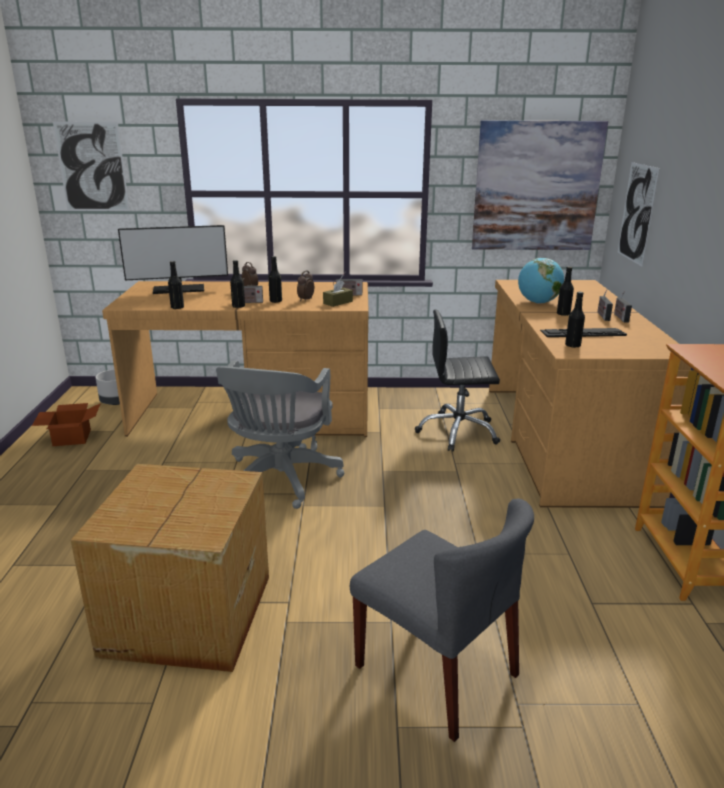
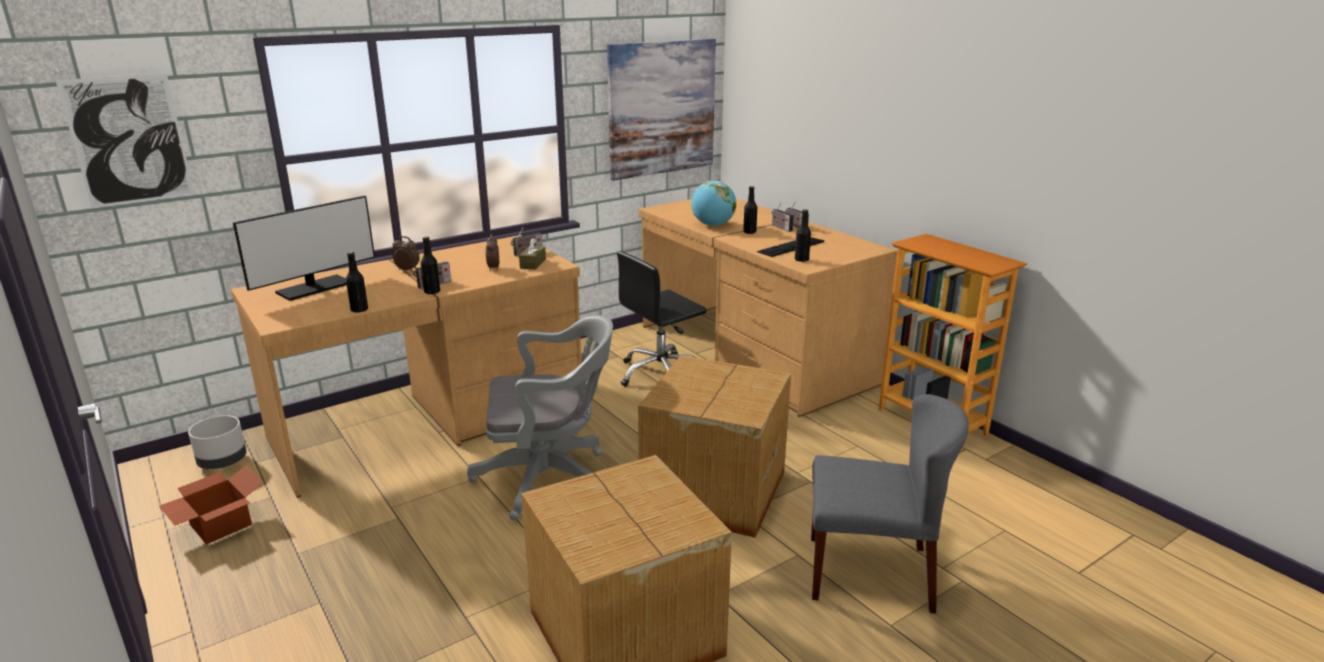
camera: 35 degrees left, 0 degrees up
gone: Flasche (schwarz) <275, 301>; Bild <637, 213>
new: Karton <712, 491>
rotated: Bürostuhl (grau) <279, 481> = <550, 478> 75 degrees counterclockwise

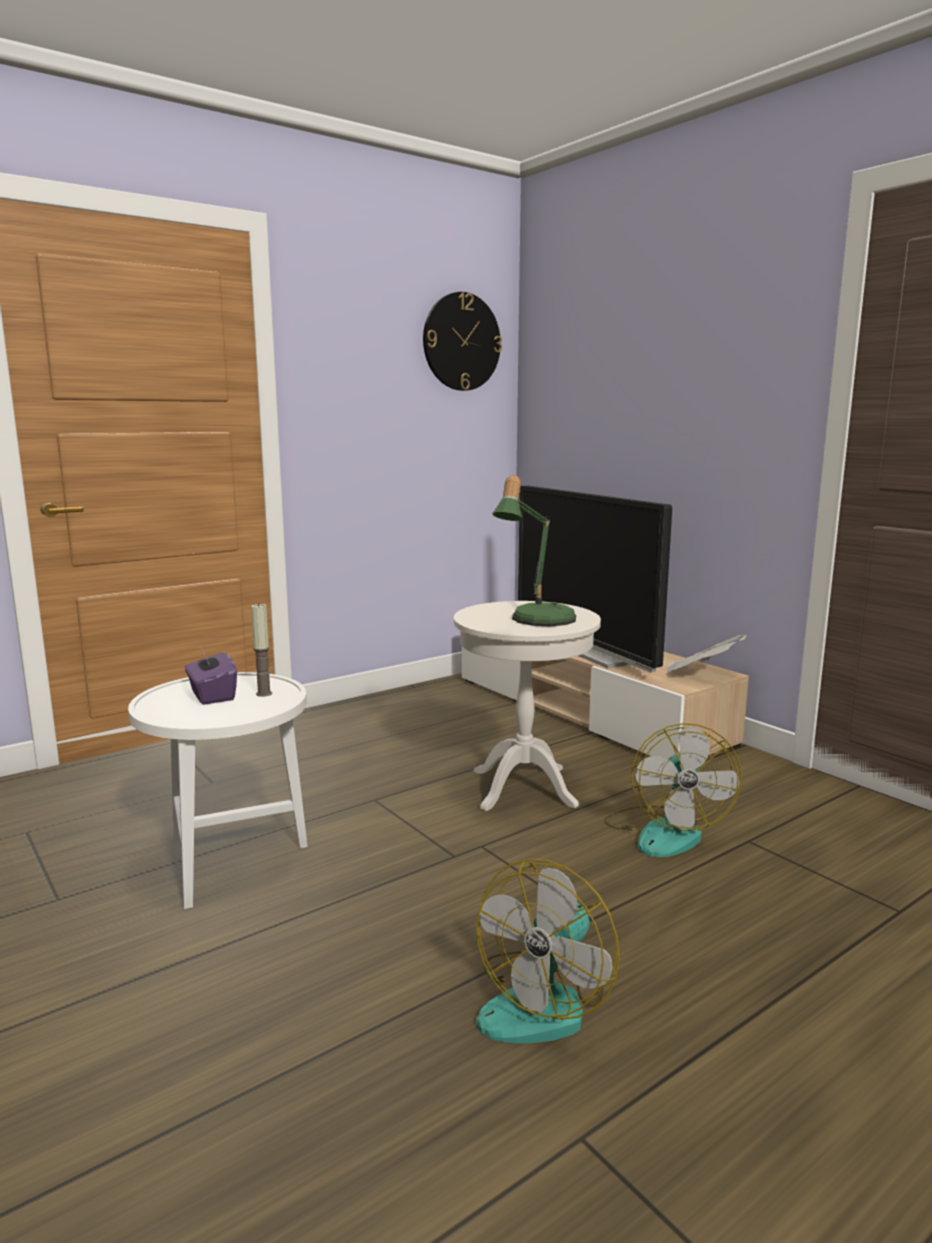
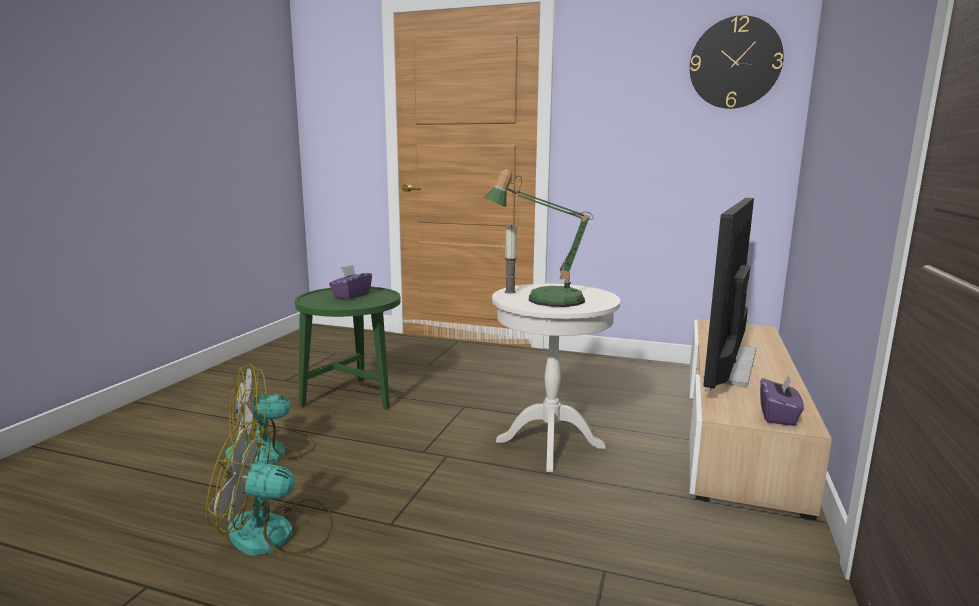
camera: 55 degrees right, 0 degrees up
shifted: Kerze <264, 694> to <510, 292>; Ventilator <665, 831> to <271, 452>
swapped: Zeitung <701, 674> to Taschentuchbox (lila) <778, 416>
repainted: Beistelltisch (weiß) <231, 860> to Beistelltisch (grün) <353, 398>

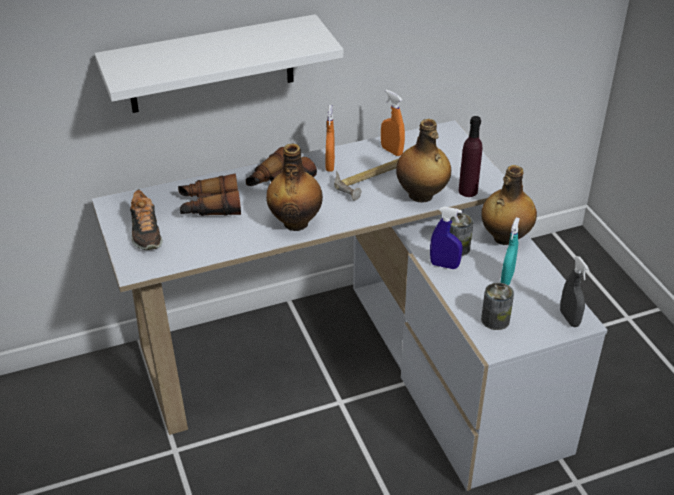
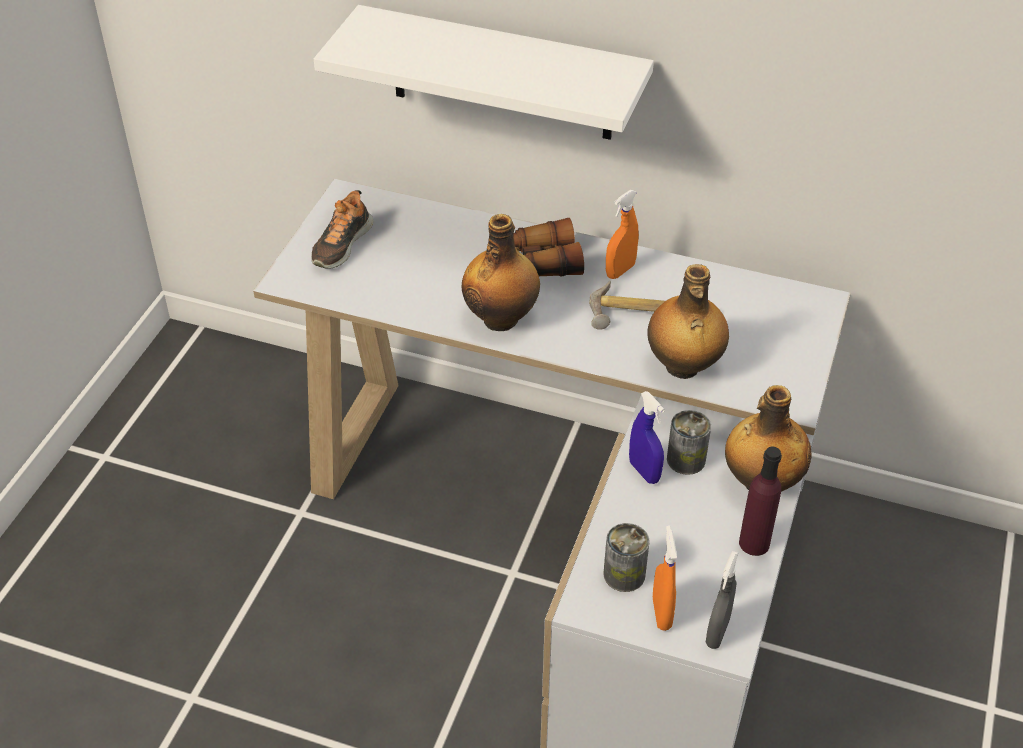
camera: 40 degrees right, 5 degrees up
gone: Fernglas <209, 206>; Sprühflasche (türkis) <507, 278>
shifted: Sprühflasche (orange) <391, 151> to <661, 613>; Flasche (lila) <468, 191> to <754, 543>

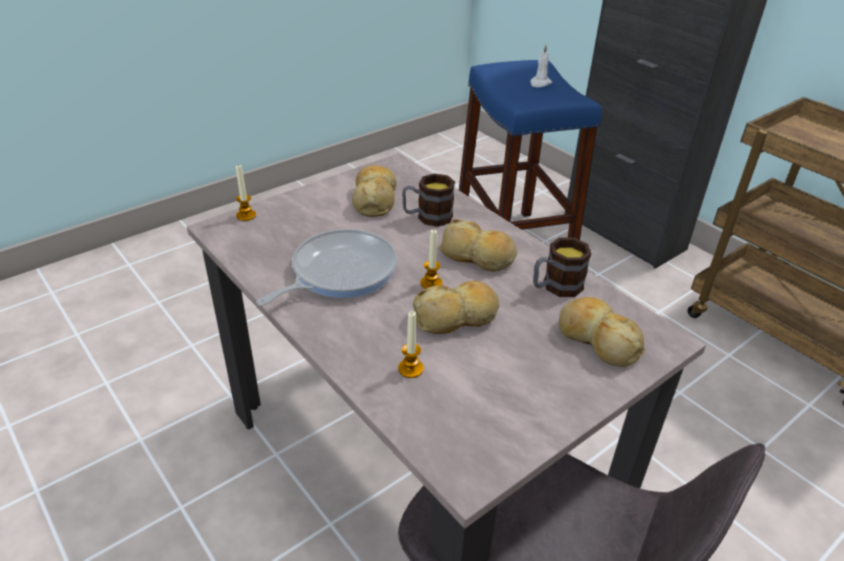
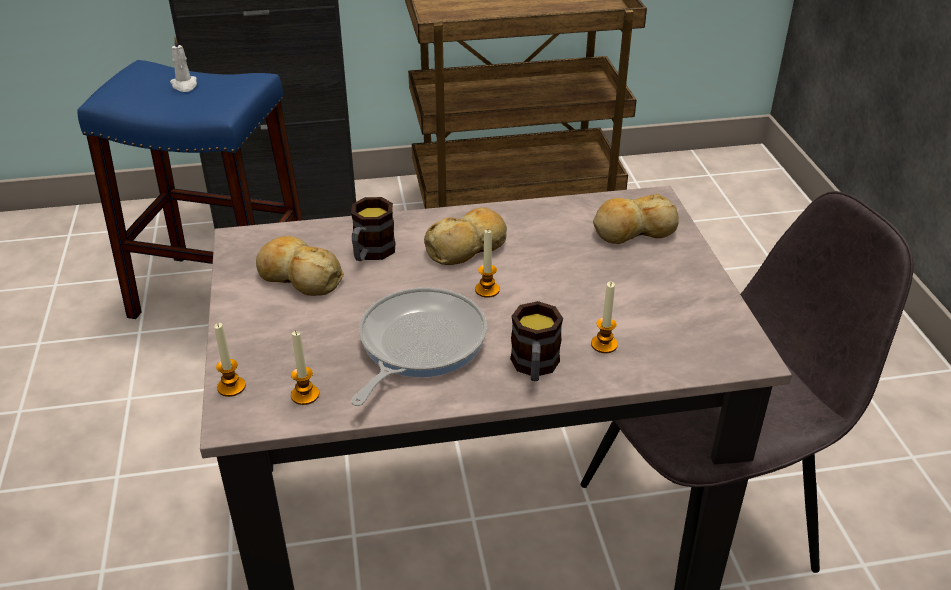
camera: 60 degrees left, 0 degrees up
gone: Brot <456, 317>
new: Kerze <305, 395>
shifted: Henkelbecher <555, 287> to <534, 367>
rotated: Pfanne <339, 272> = <418, 345> 45 degrees clockwise

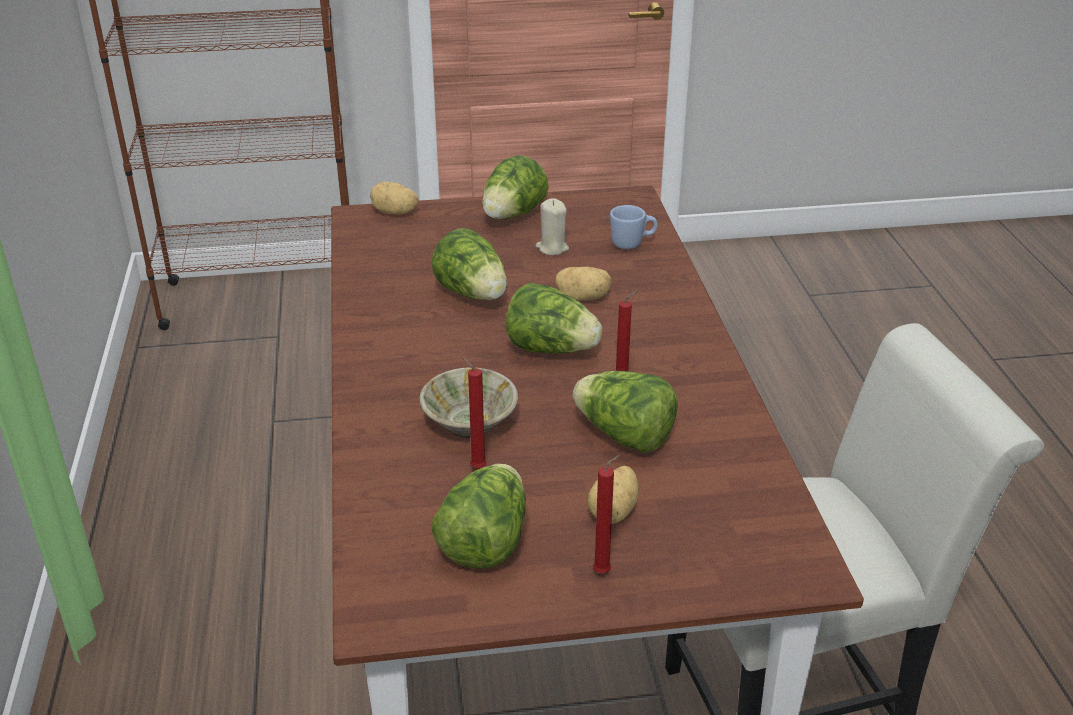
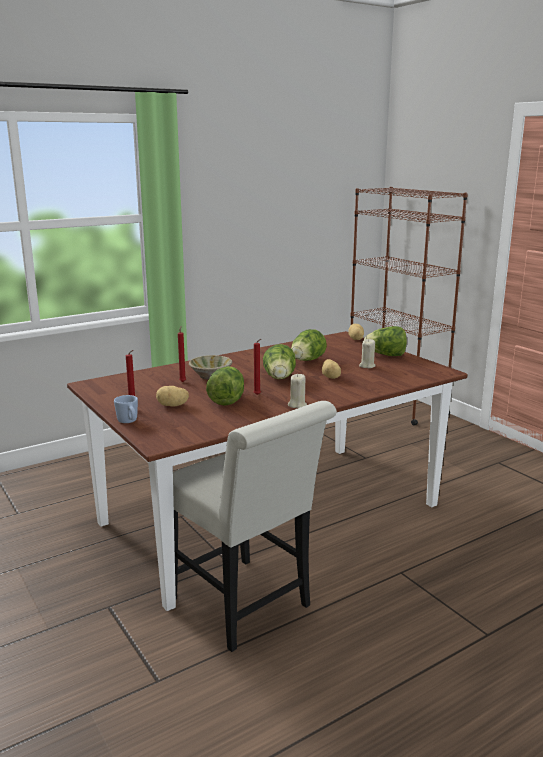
camera: 65 degrees right, 15 degrees down
gone: Salatkopf <485, 542>
new: Kerze (beige) <297, 405>
shifted: Henkelbecher (blau) <632, 243> to <128, 422>

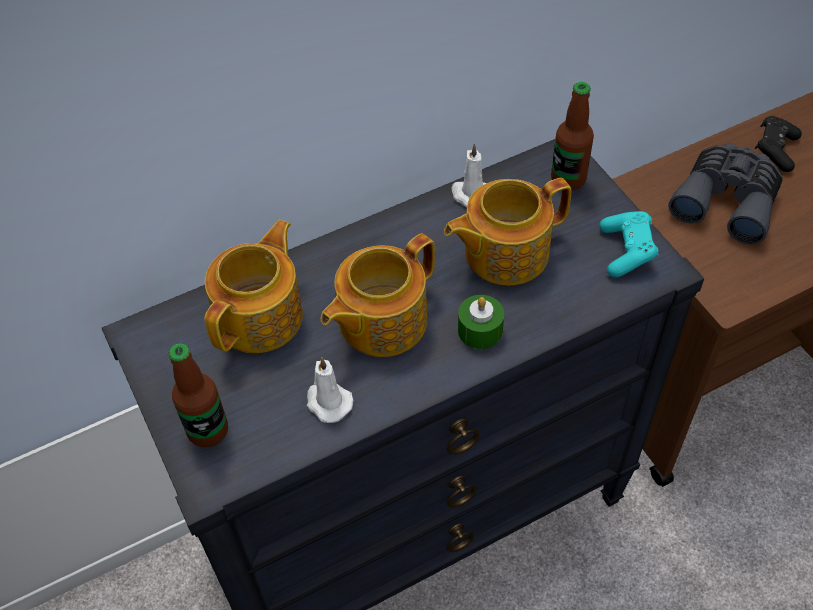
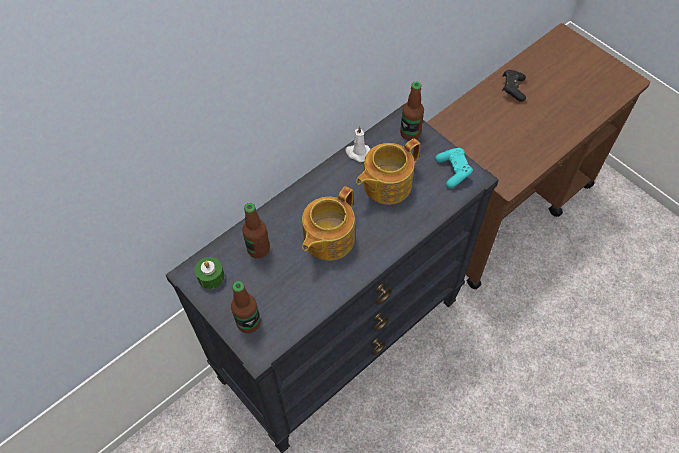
camera: 15 degrees left, 5 degrees up
gone: Kerze (weiß) <327, 402>; Fernglas (grau) <727, 200>
shifted: Kerze (grün) <480, 330> to <211, 277>
swapped: Teekanne <261, 316> to Flasche <258, 249>

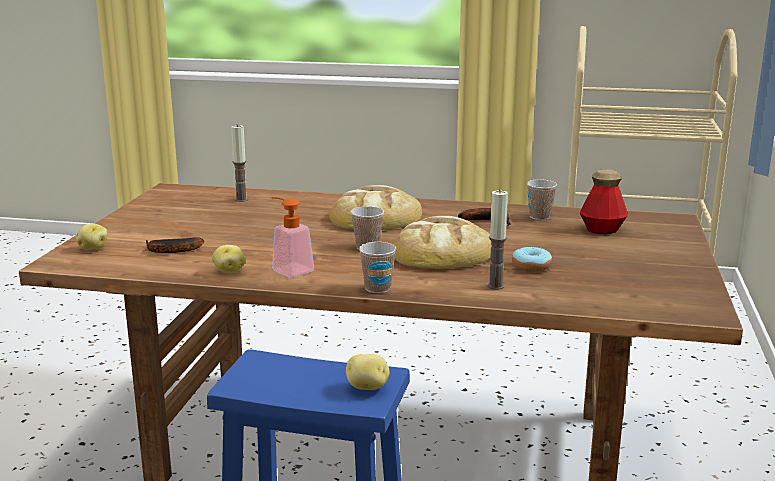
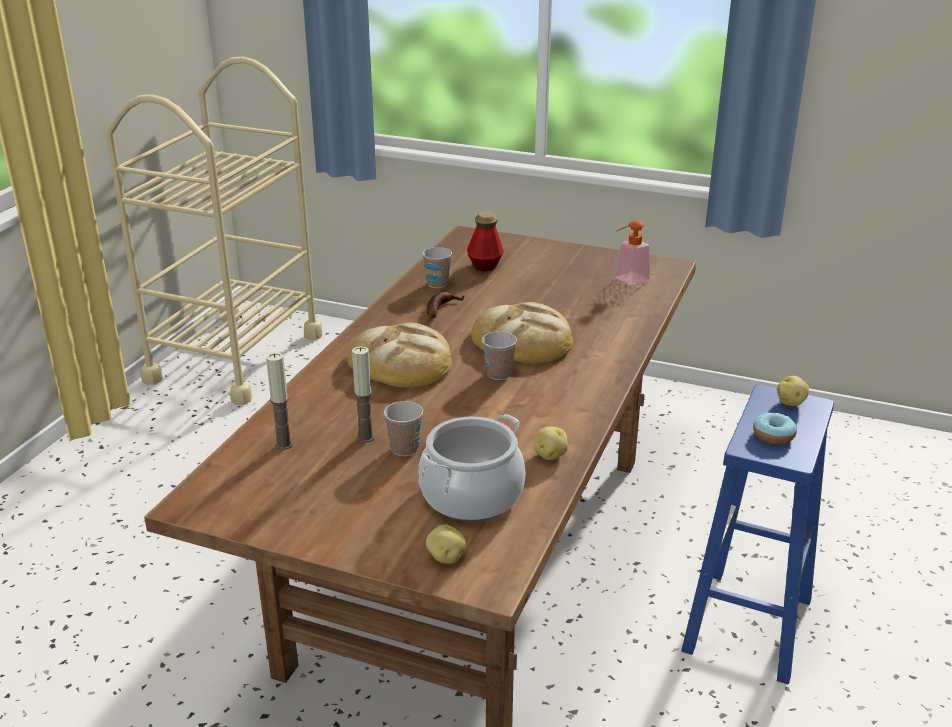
camera: 80 degrees left, 10 degrees up
shifted: Seifenspender <288, 269> to <627, 280>; Tasse <377, 288> to <404, 449>; Kerze <495, 286> to <365, 437>; Donut <531, 266> to <773, 435>
swapped: Banane <170, 251> to Kochtopf <472, 495>

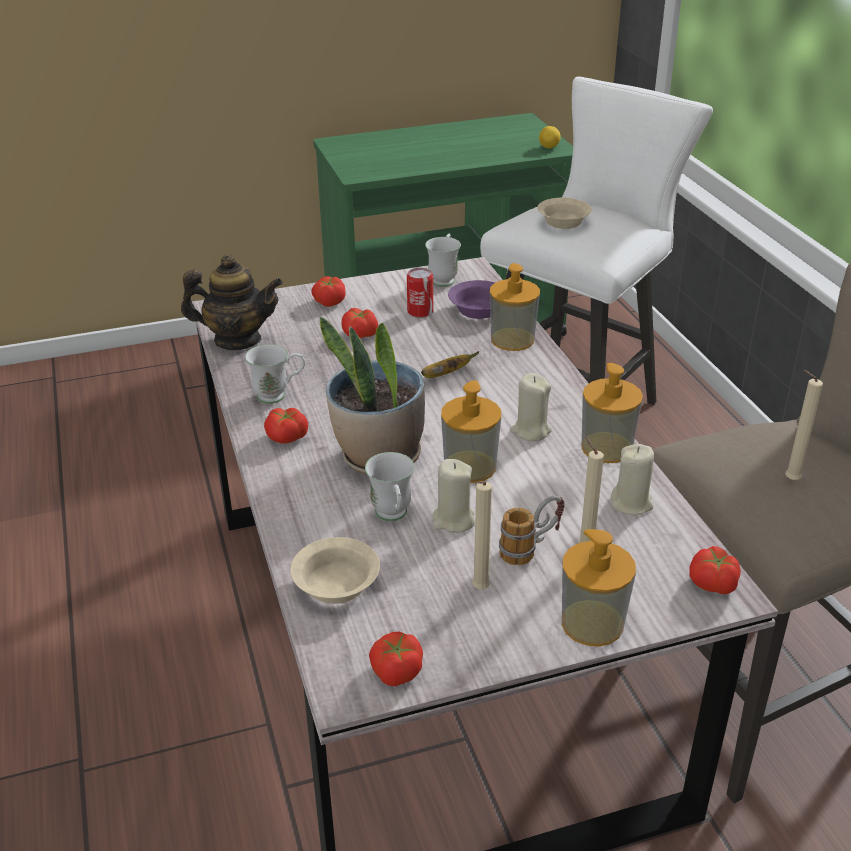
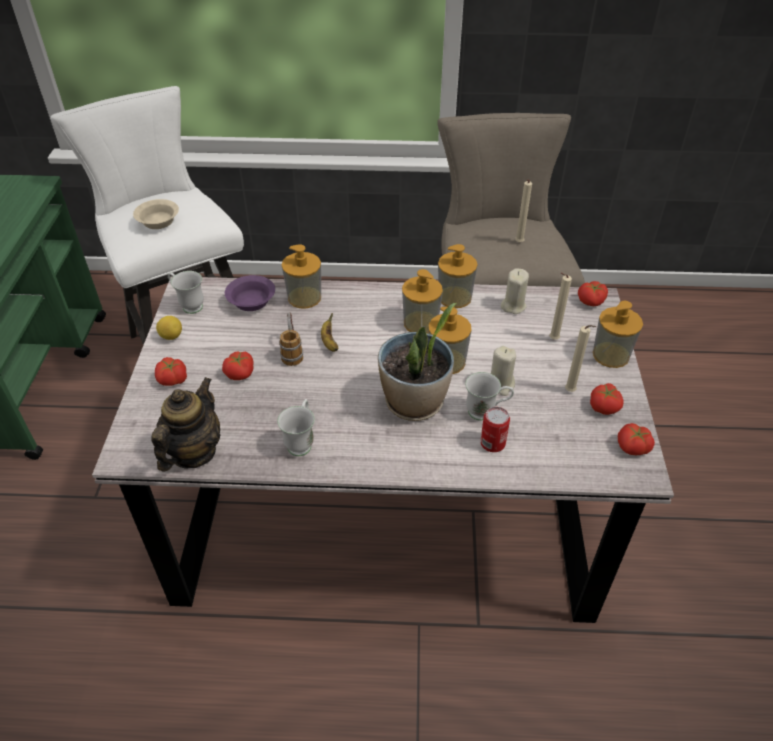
camera: 70 degrees left, 10 degrees up
gone: Schüssel (beige) <337, 586>
shifted: Tomate <287, 437> to <604, 407>; Dose <420, 312> to <492, 443>; Henkelbecher <531, 549> to <292, 351>; Zitrone <549, 147> to <171, 336>
swapped: Kerze (beige) <530, 431> to Seifenspender <420, 323>

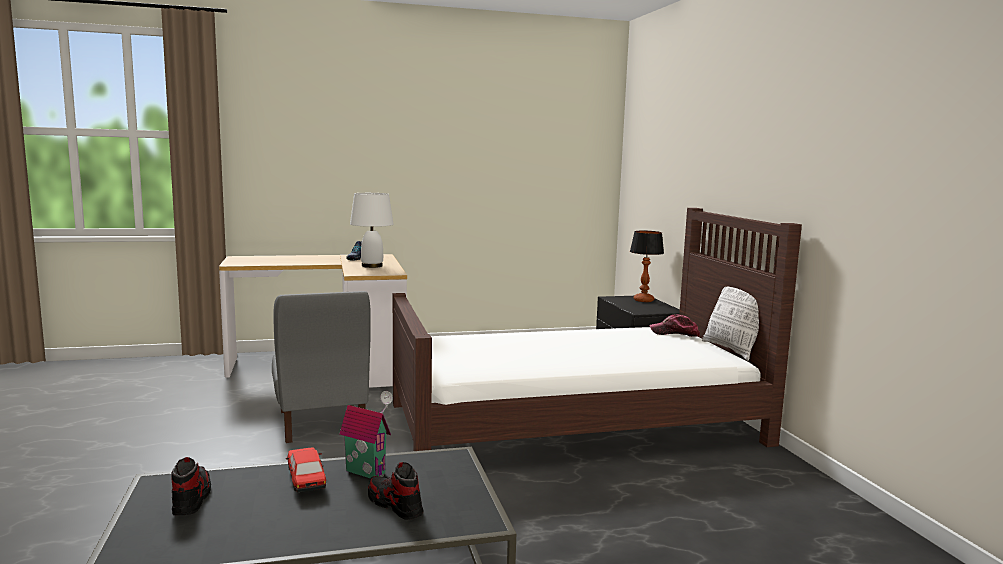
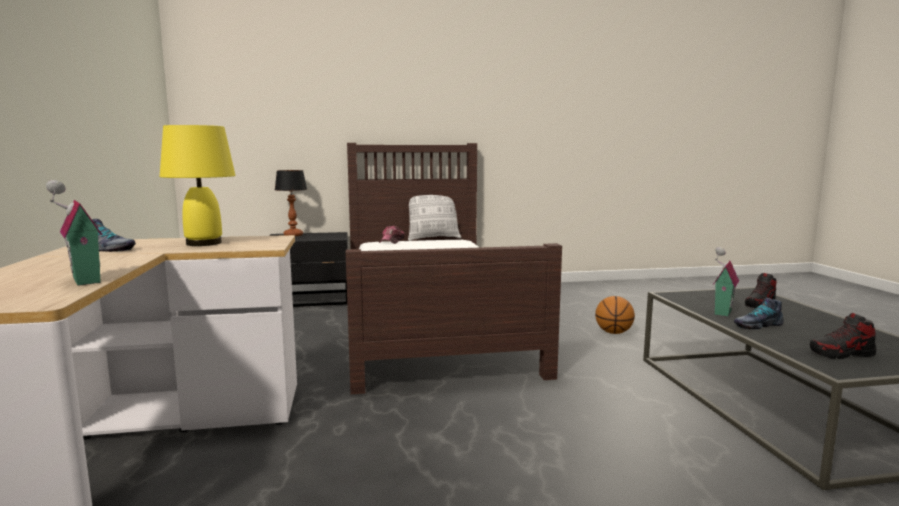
camera: 85 degrees left, 0 degrees up
gone: Stuhl (grau) <321, 422>
new: Spielzeughaus <82, 280>; Basketball <613, 332>
swapped: Spielzeugauto <306, 479> to Schuh <757, 325>
repainted: Tischlampe (weiß) <372, 266> to Tischlampe (gelb) <204, 243>

